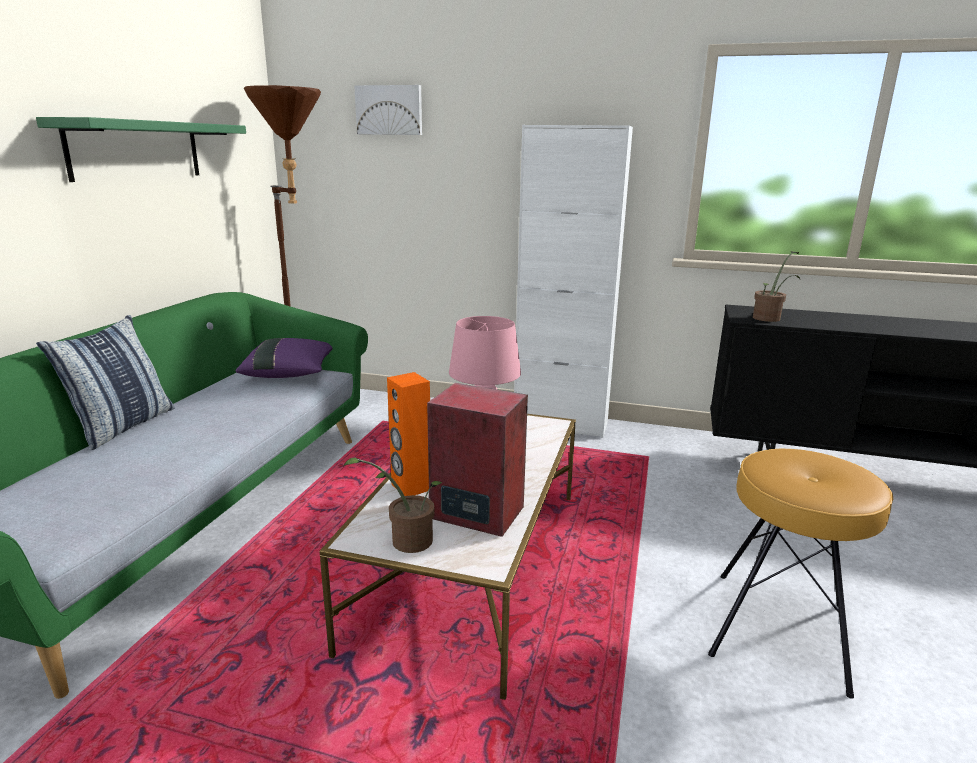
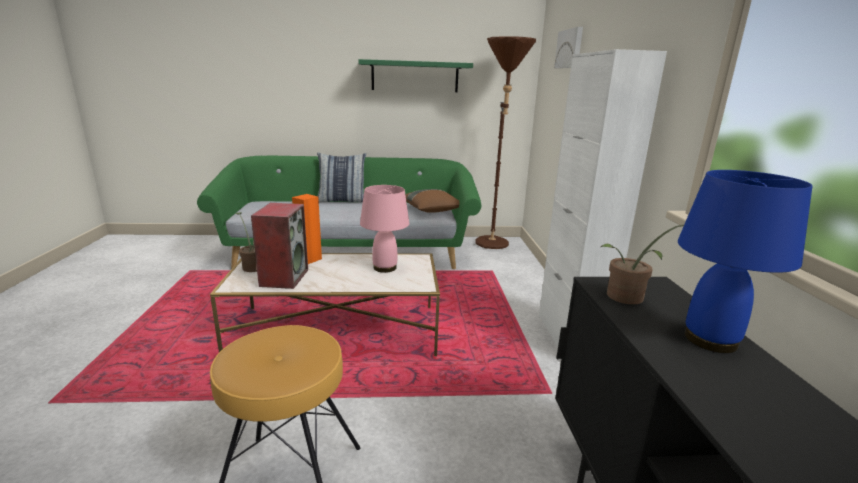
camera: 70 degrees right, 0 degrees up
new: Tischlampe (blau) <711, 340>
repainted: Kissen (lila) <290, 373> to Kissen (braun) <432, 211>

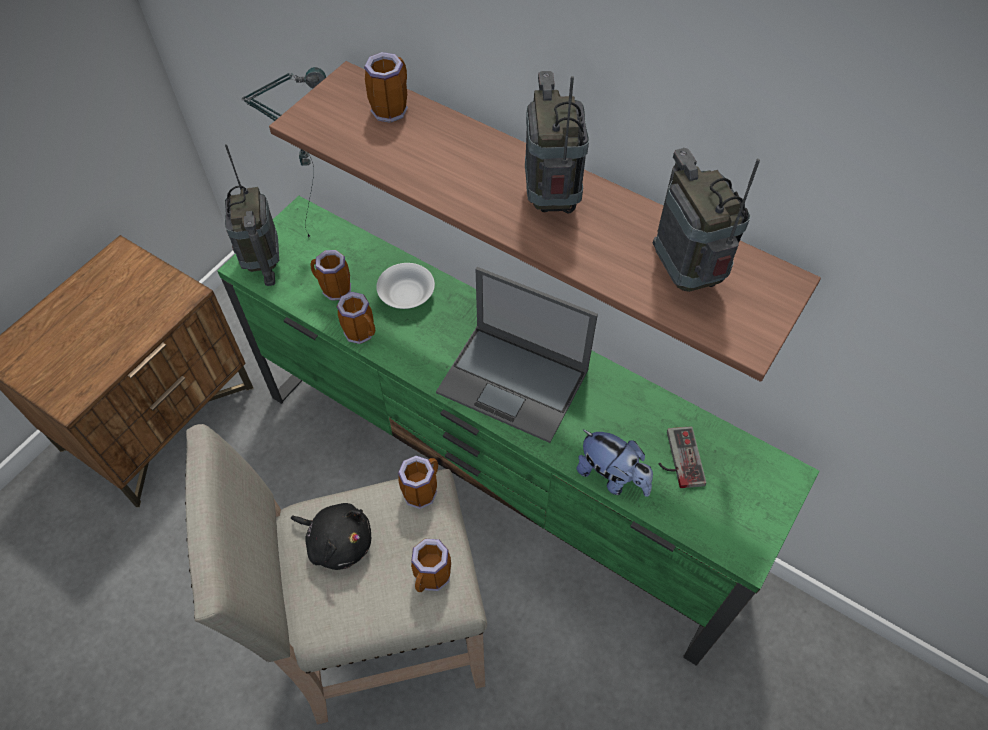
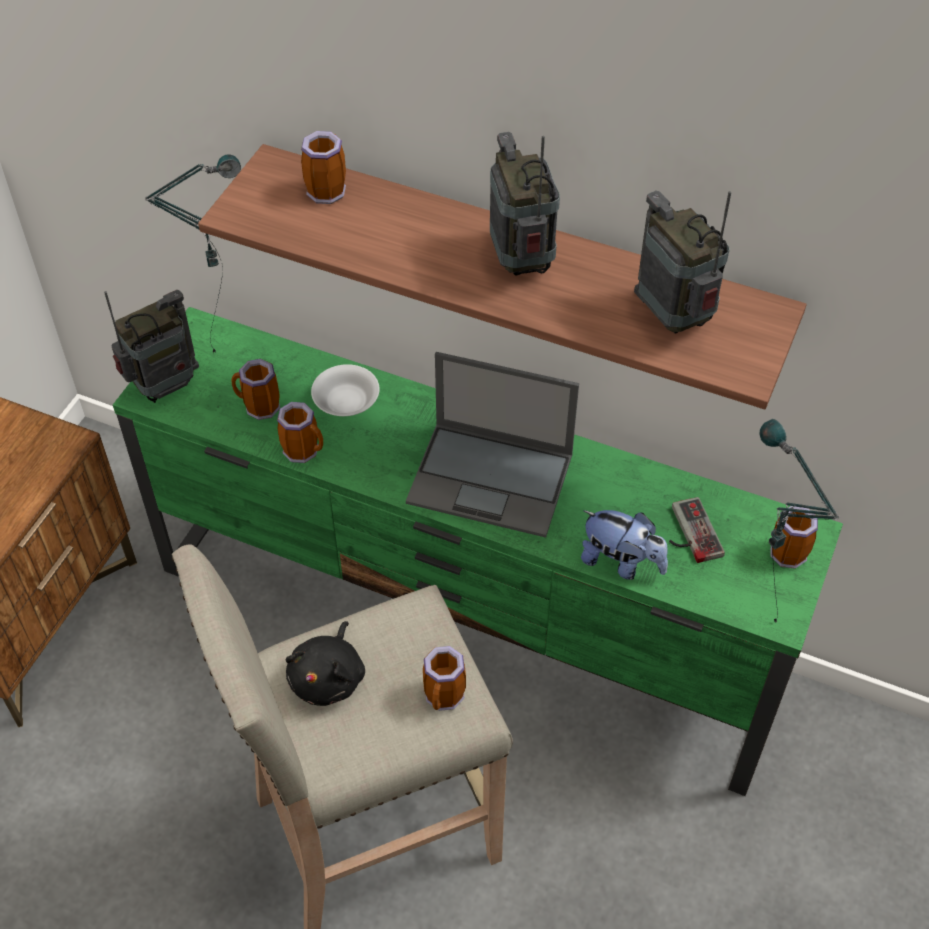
camera: 10 degrees left, 5 degrees down
new: Tischlampe <755, 618>
shifted: Henkelbecher <421, 490> to <788, 550>
rotated: Radio <262, 261> = <165, 387> 105 degrees counterclockwise; Plüschtier (schwarz) <338, 541> = <329, 677> 90 degrees clockwise

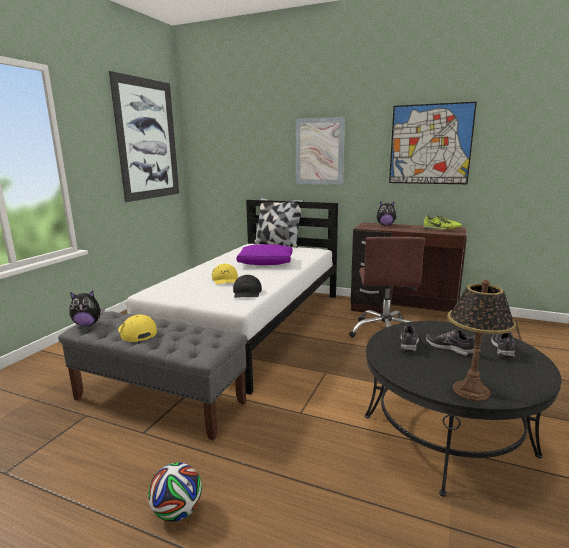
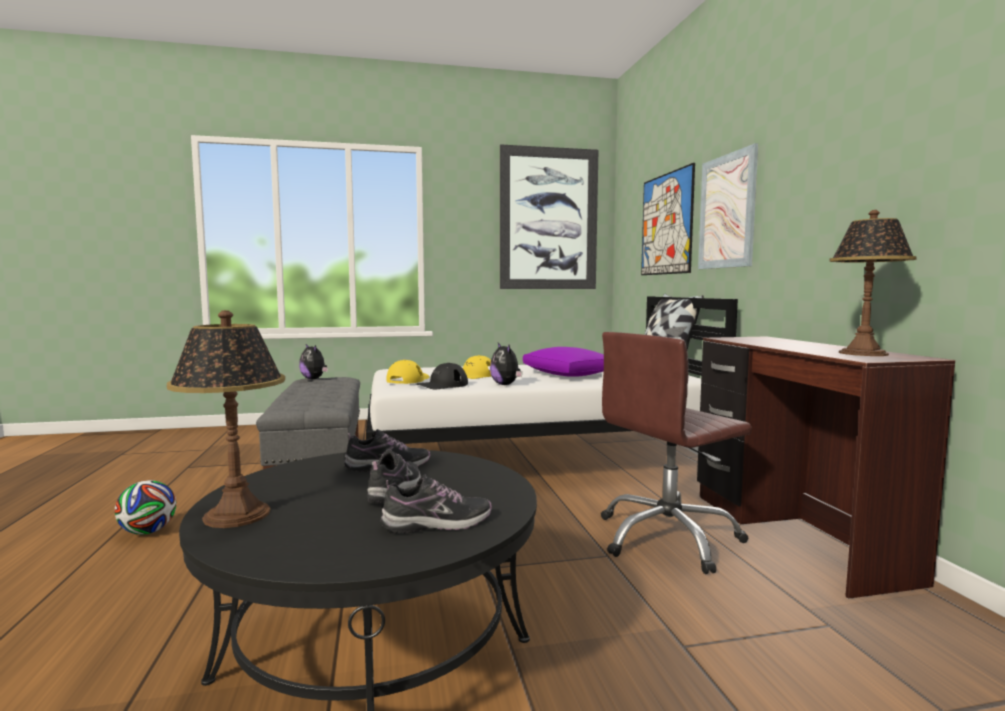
camera: 55 degrees right, 10 degrees down
shifted: Kappe (gelb) <136, 332> to <408, 379>; Plüschtier <385, 225> to <506, 384>; Bild <430, 144> to <666, 224>
swapped: Schuh <441, 229> to Tischlampe <863, 353>

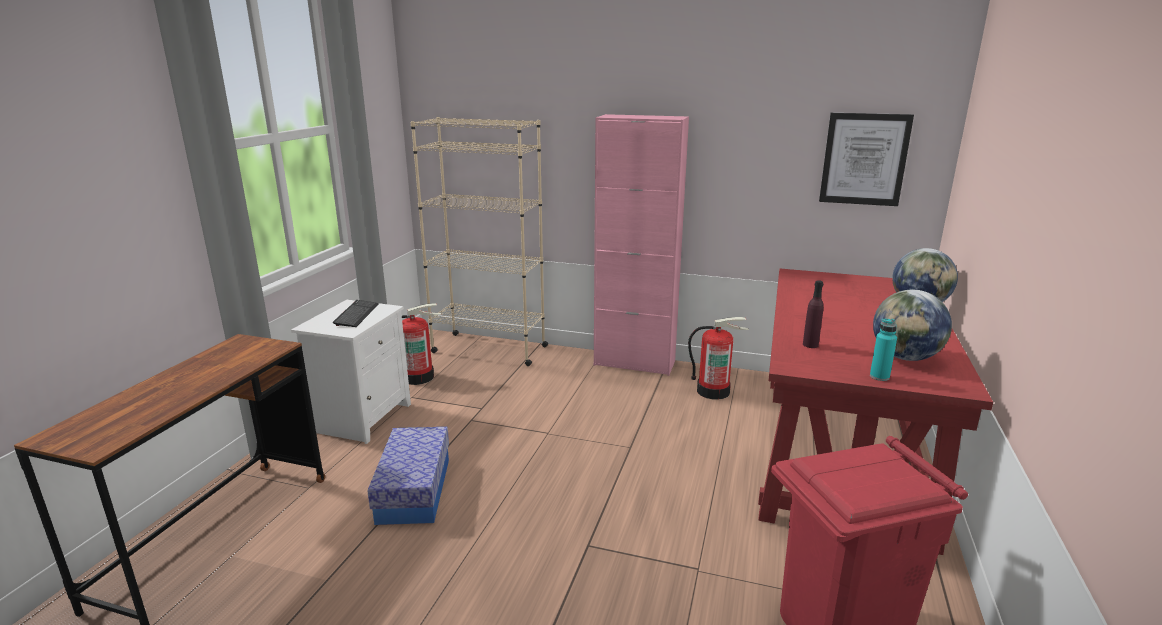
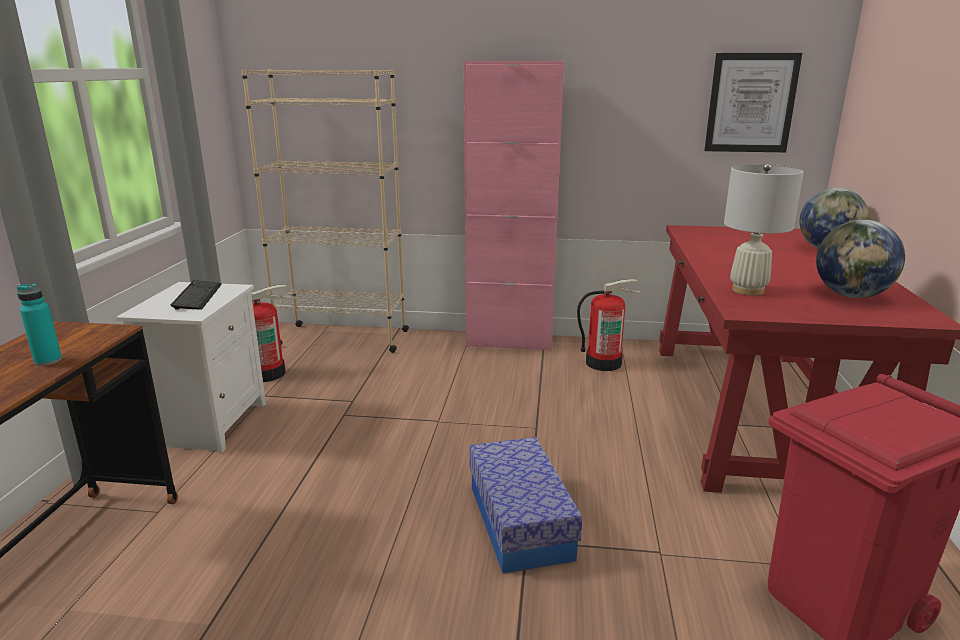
camera: 10 degrees left, 0 degrees up
shifted: Aufbewahrungsbox <414, 490> to <519, 521>; Flasche (türkis) <879, 377> to <48, 361>
swapped: Flasche (lila) <810, 345> to Tischlampe (weiß) <748, 290>

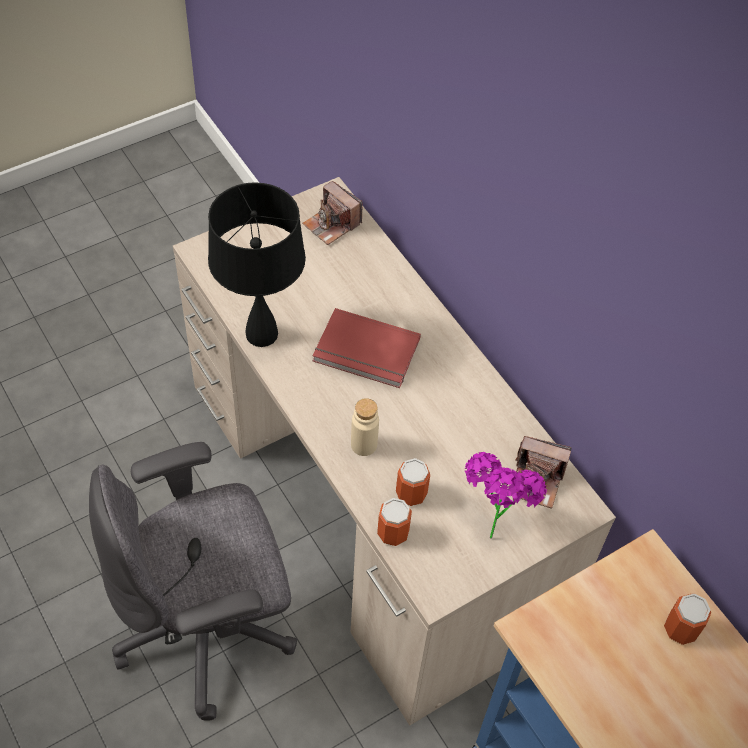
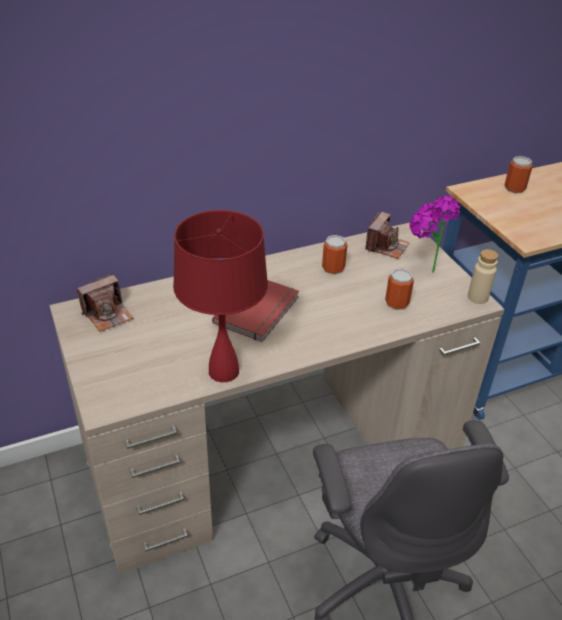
camera: 80 degrees left, 15 degrees down
shifted: Flasche (beige) <364, 445> to <477, 297>; Dose <393, 533> to <333, 268>
repainted: Tischlampe (schwarz) <262, 333> to Tischlampe (rot) <223, 371>

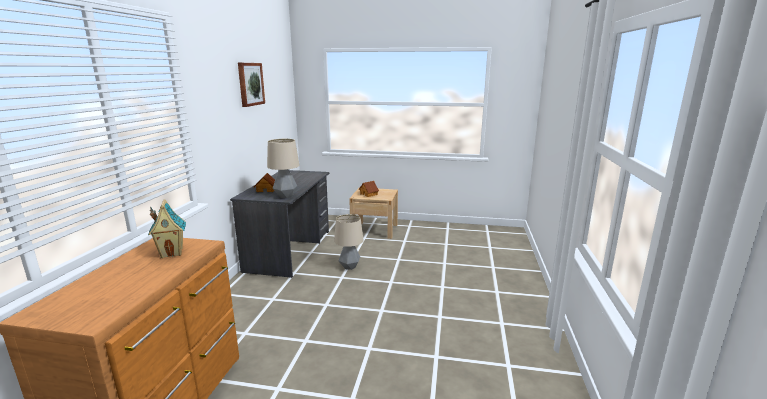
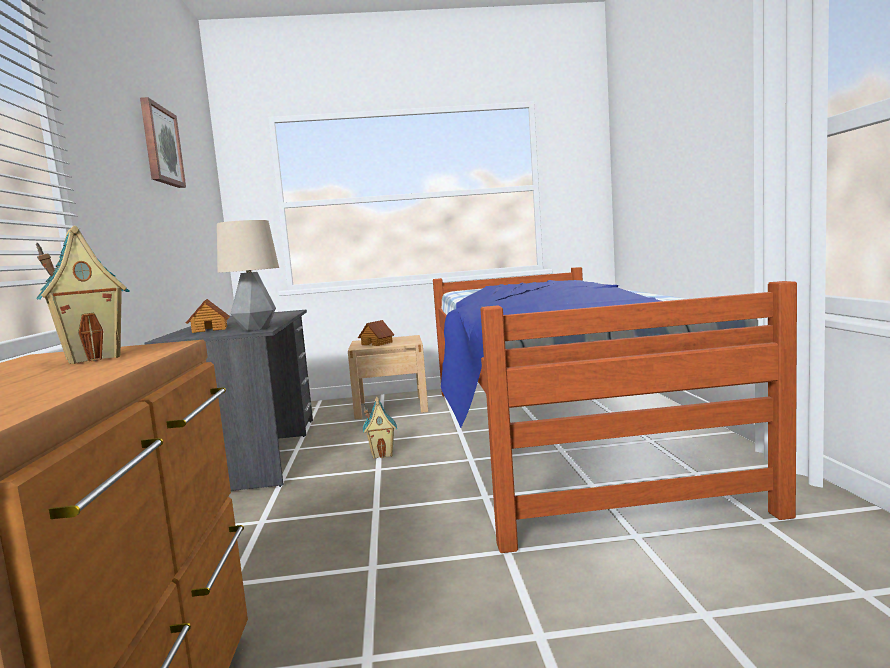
camera: 15 degrees left, 10 degrees down
new: Bett <555, 435>
swapped: Tischlampe <349, 267> to Spielzeughaus <382, 454>

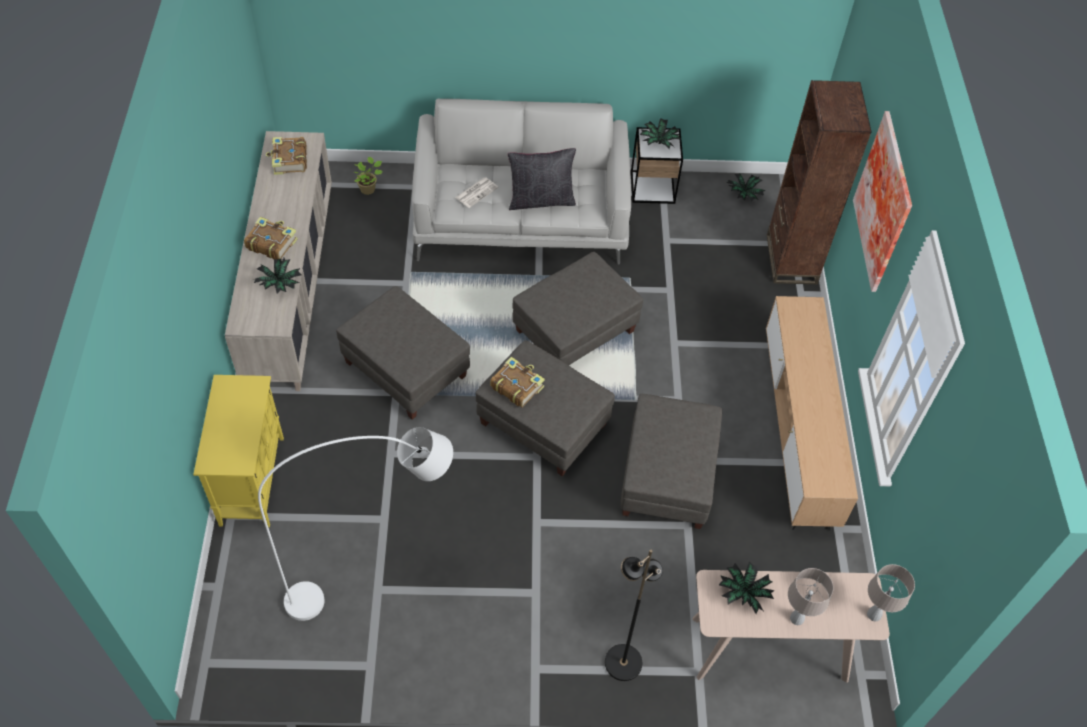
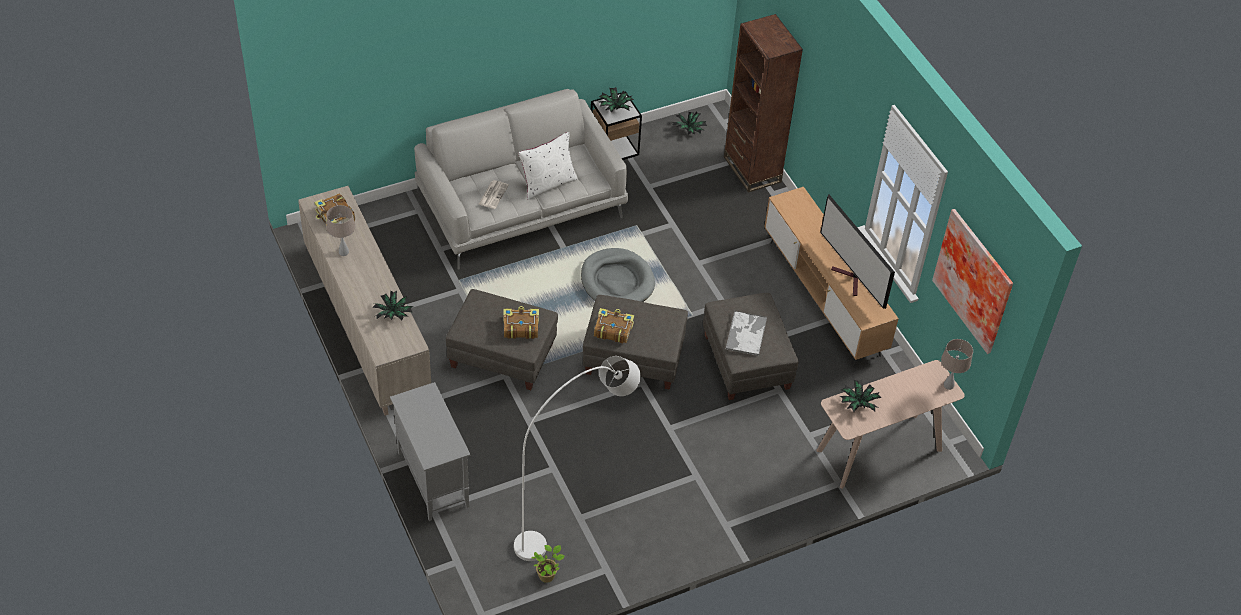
camera: 25 degrees left, 5 degrees down
gone: Stehlampe (schwarz) <622, 662>
new: Tablett <746, 333>; Fernseher <851, 280>
shifted: Buch <271, 243> to <520, 327>; Topfpflanze <368, 189> to <547, 575>; Tischlampe (beige) <796, 618> to <343, 252>; Bild <887, 202> to <976, 280>
swapped: Polsterhocker (grau) <574, 332> to Hundebett (grau) <617, 281>
repainted: Schrank (gelb) <252, 480> to Schrank (grau) <432, 479>; Kissen (schwarz) <541, 200> to Kissen (weiß) <547, 184>

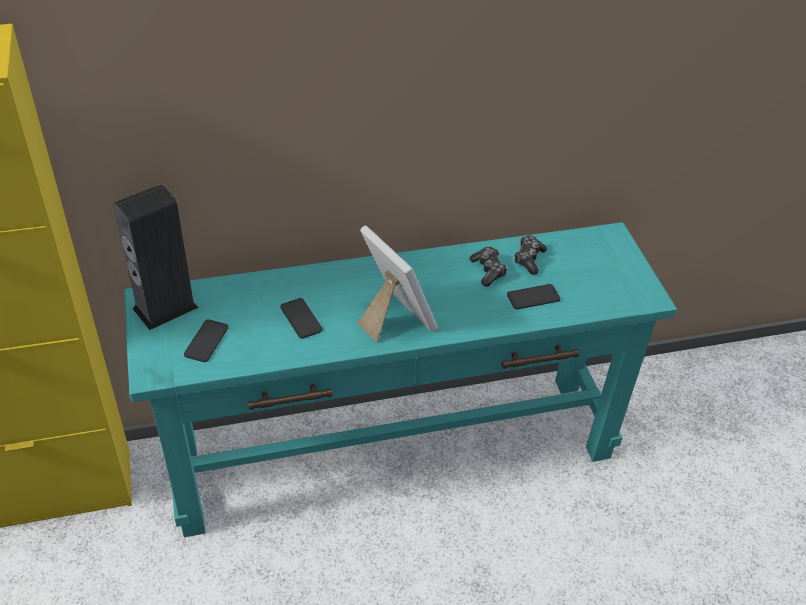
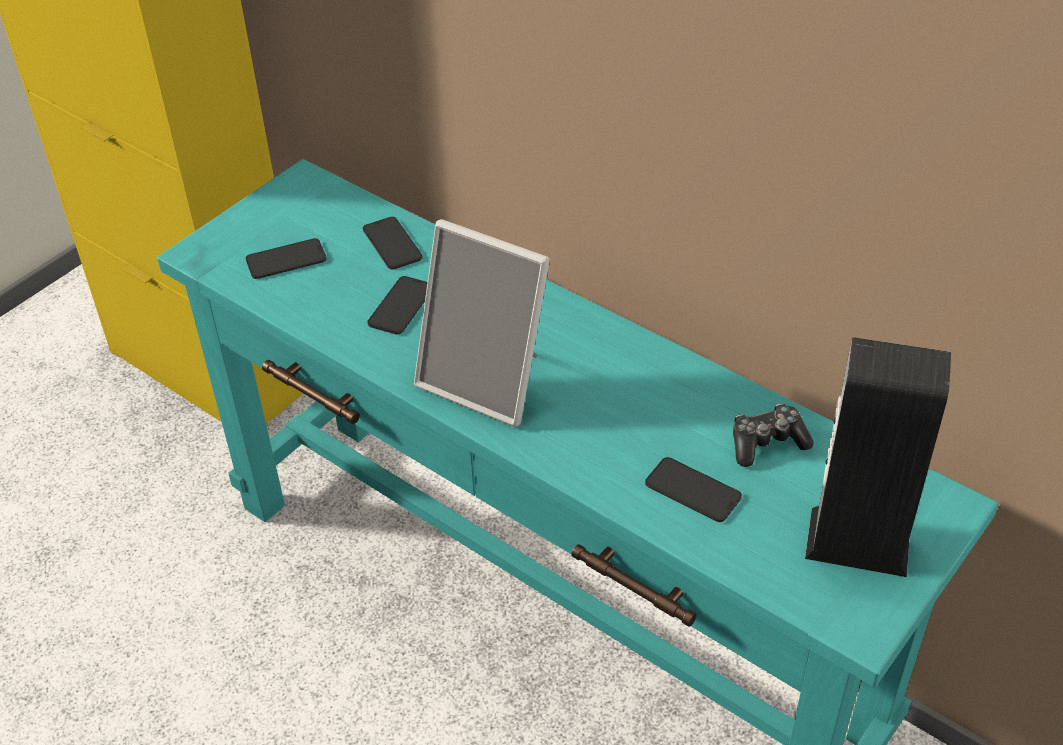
camera: 55 degrees right, 0 degrees up
gone: Gamepad <488, 271>
new: Handy <392, 244>
shifted: Lautsprecher <165, 308> to <858, 541>
rotated: Bilderrahmen <393, 319> = <488, 381> 105 degrees clockwise

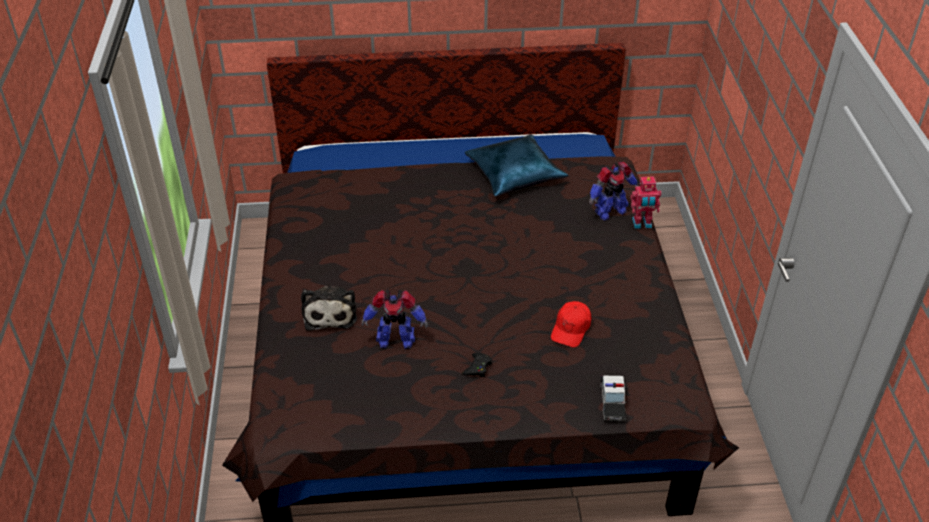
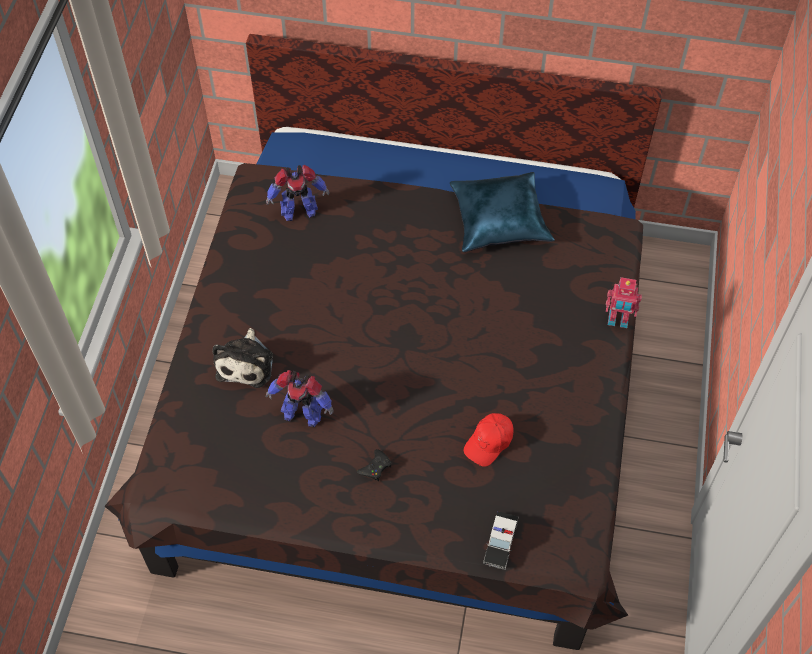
camera: 15 degrees right, 15 degrees up
shifted: Spielzeugroboter <609, 211> to <298, 211>

